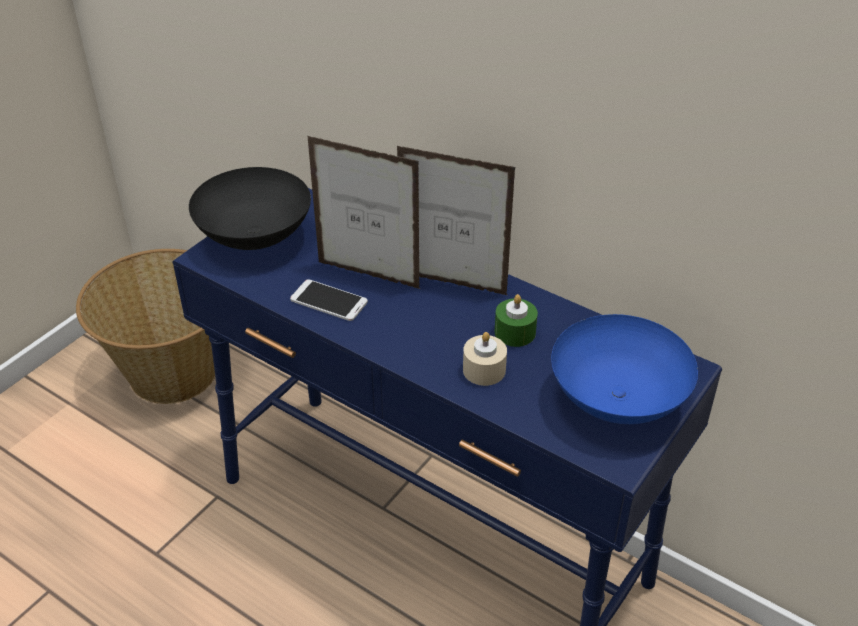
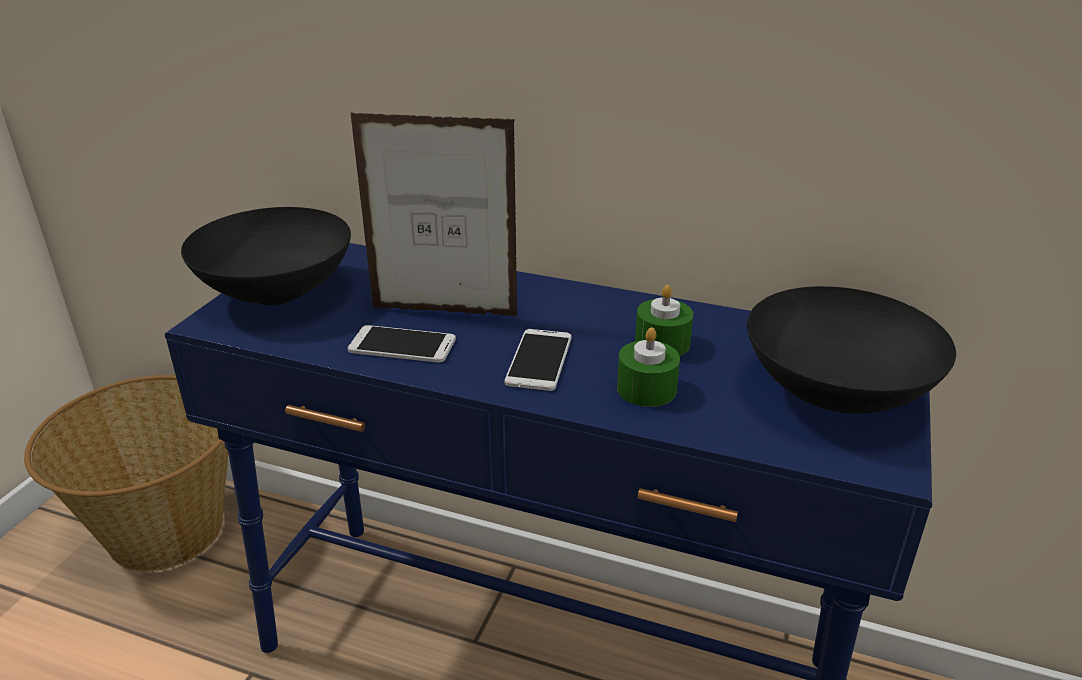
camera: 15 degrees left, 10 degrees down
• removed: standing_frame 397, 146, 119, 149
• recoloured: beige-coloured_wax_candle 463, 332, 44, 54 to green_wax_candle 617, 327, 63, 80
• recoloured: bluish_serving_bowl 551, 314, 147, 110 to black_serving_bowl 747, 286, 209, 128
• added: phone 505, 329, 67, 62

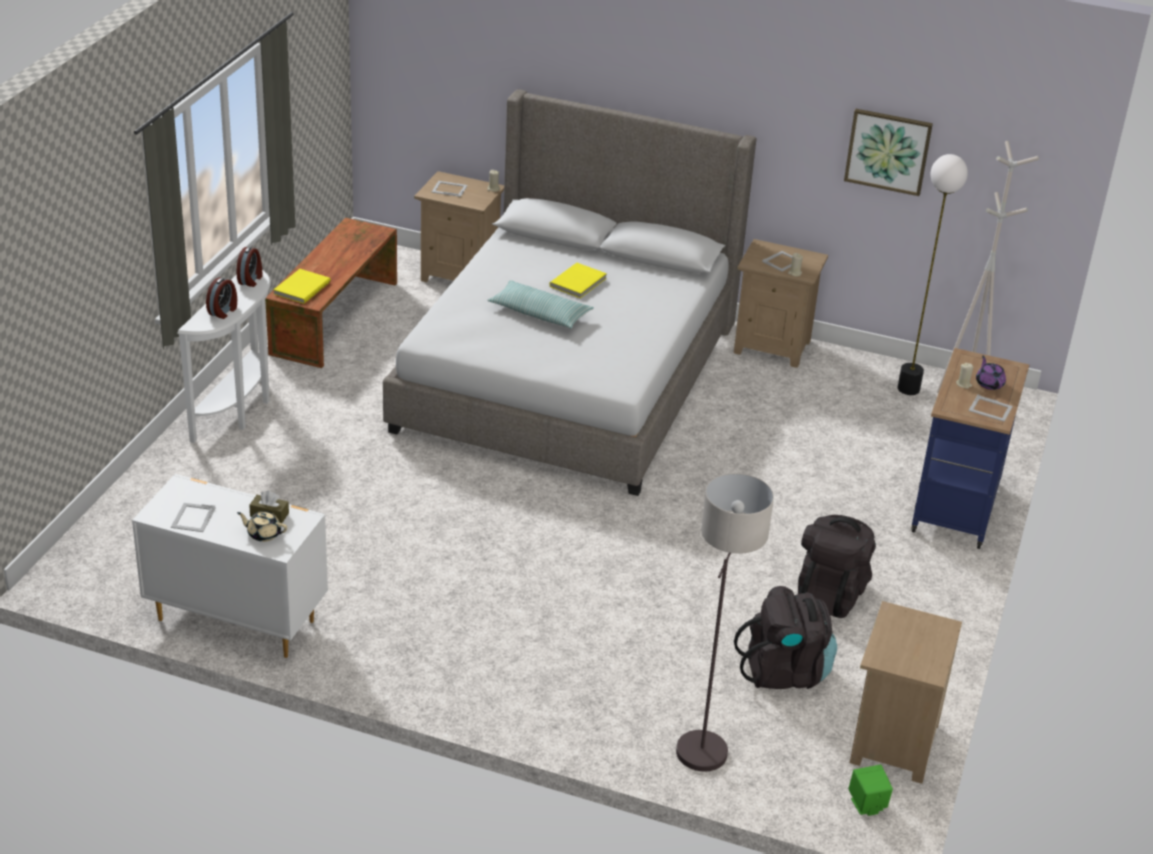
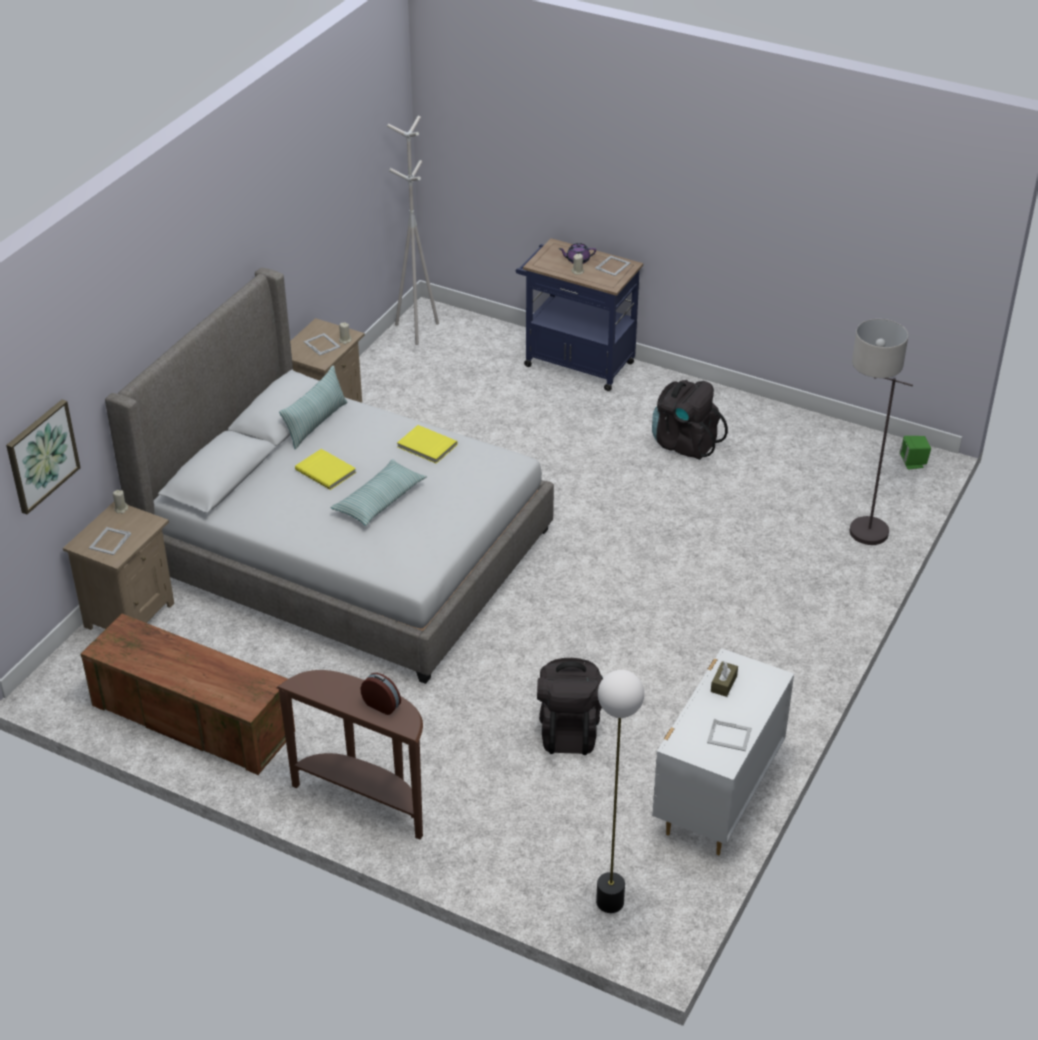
camera: 80 degrees left, 5 degrees up
• recoloured: white-coloured_narrow_table 177, 270, 94, 173 to brown-coloured_narrow_table 276, 670, 147, 170
• removed: table_clock 236, 247, 26, 40
• removed: beige-coloured_teapot 237, 511, 50, 31
• moved: yellowish_bound_book 273, 269, 58, 35 to 397, 425, 60, 39
• moved: black_rucksack 734, 586, 103, 103 to 537, 658, 66, 97
• moved: wall_art 844, 109, 89, 87 to 6, 399, 75, 115
• removed: beige-coloured_nightstand 850, 601, 112, 183
• moved: standard_lamp 897, 154, 71, 241 to 596, 670, 48, 243
• added: throw_pillow 279, 365, 69, 84

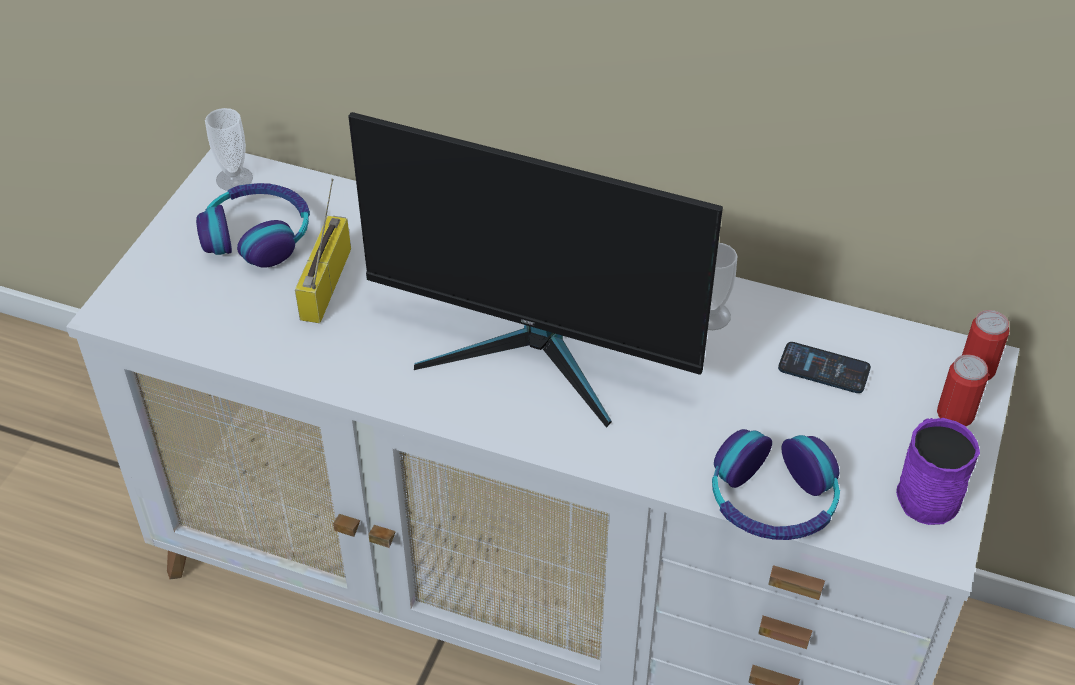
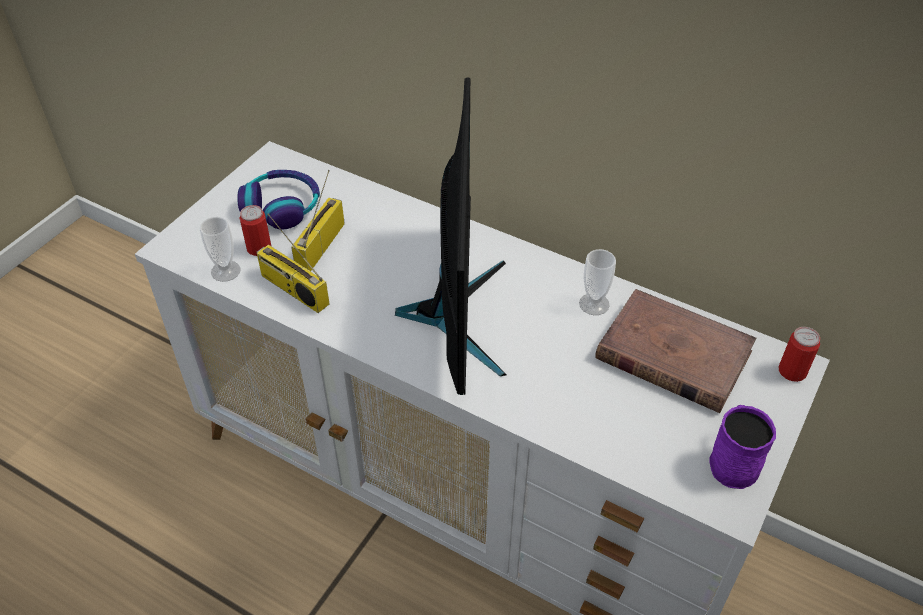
camera: 10 degrees right, 0 degrees up
• moved: drinking_cup 205, 108, 48, 83 to 200, 217, 41, 65
• turned: monitor 348, 112, 375, 316 = 395, 78, 112, 317 120 degrees counterclockwise
• removed: pair_of_headphones 712, 429, 128, 111
• replaced: phone 778, 342, 93, 51 to brown-coloured_bound_book 595, 289, 162, 124
• moved: sealed_can 937, 355, 51, 72 to 239, 205, 33, 51
• added: radio_receiver 257, 213, 73, 100

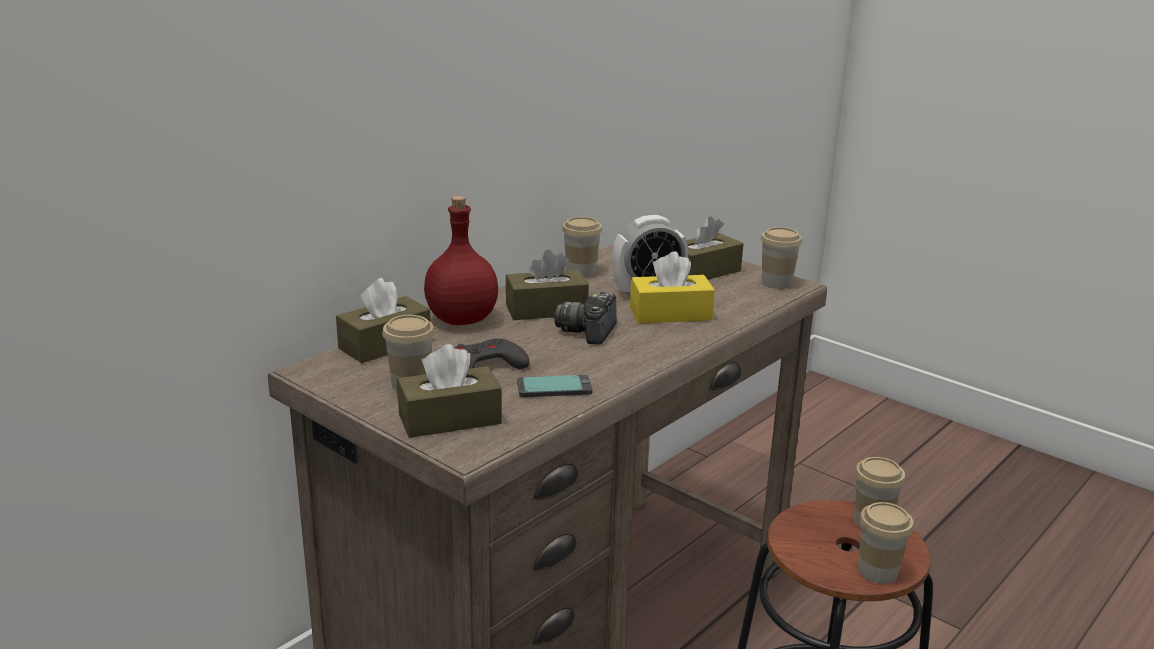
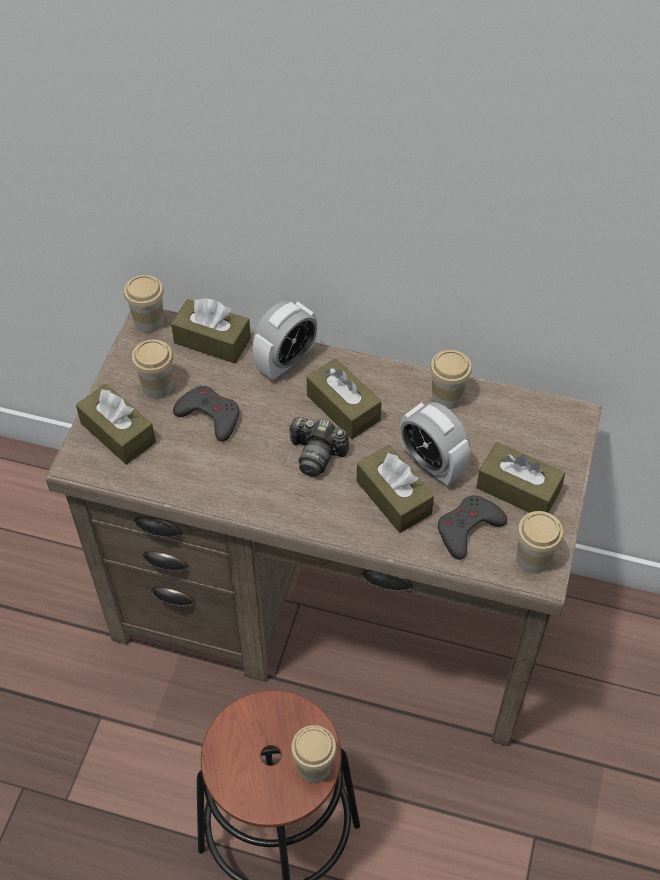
camera: 65 degrees right, 30 degrees up
• replaced: red-coloured_bottle 424, 196, 74, 129 to table_clock 253, 301, 64, 79
• removed: phone 517, 375, 75, 22
• turned: photo_camera 554, 292, 63, 52 = 289, 417, 60, 60 150 degrees counterclockwise
• recoloured: yellowish_tissue_box 630, 252, 85, 71 to brown-coloured_tissue_box 356, 445, 78, 88
• moved: drinking_cup 858, 502, 56, 82 to 124, 275, 40, 58
• added: greyish_gamepad 438, 495, 69, 65

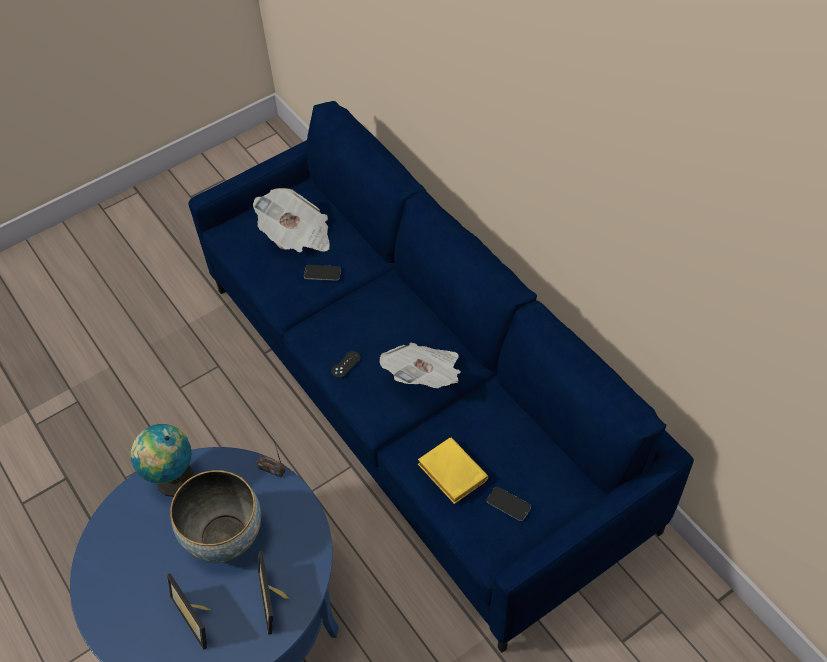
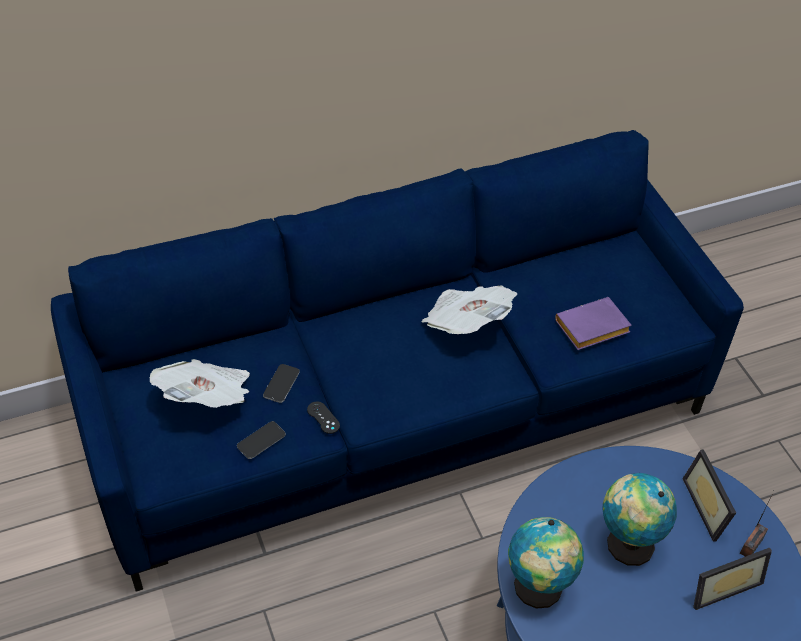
camera: 80 degrees left, 5 degrees down
• replaced: serving_bowl 170, 470, 91, 92 to desk_globe 603, 473, 74, 93
• moved: radio_receiver 257, 441, 28, 37 to 740, 489, 35, 68
• turned: standing_frame 258, 551, 31, 84 = 682, 449, 54, 93 75 degrees clockwise
• moved: black_gamepad 331, 351, 29, 27 to 307, 402, 33, 32
• recoloured: yellowish_bound_book 418, 438, 70, 66 to purple_bound_book 555, 297, 77, 53
• moved: phone 487, 487, 44, 34 to 237, 421, 49, 38

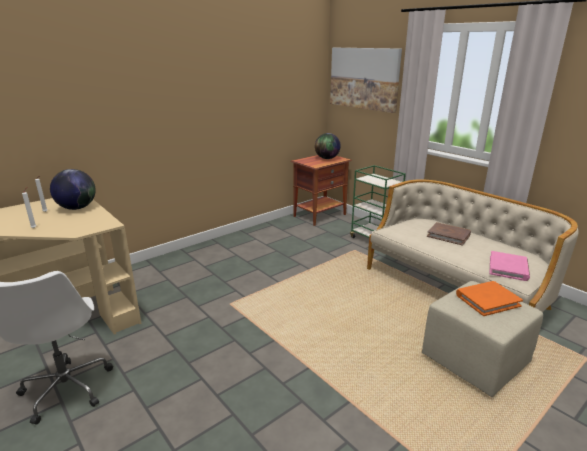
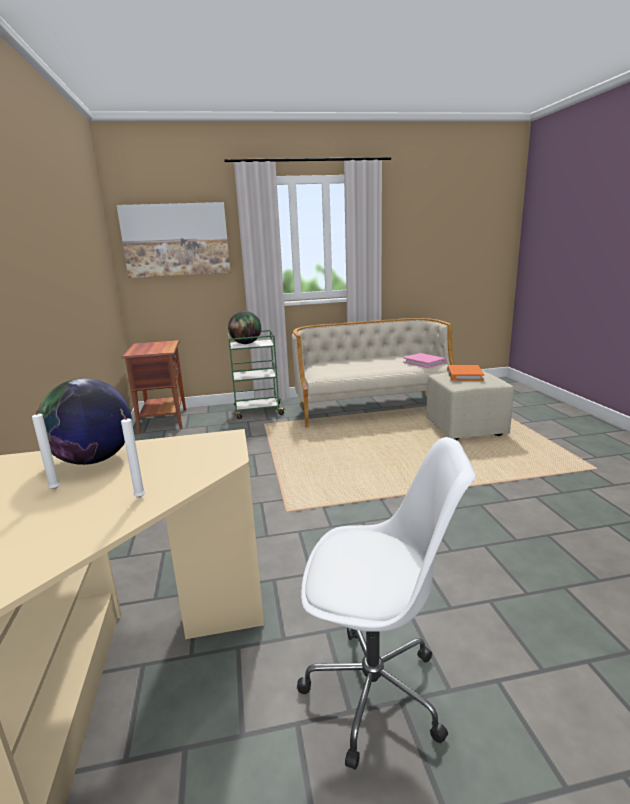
camera: 60 degrees left, 5 degrees down
• moved: desk_globe 315, 133, 26, 26 to 228, 311, 33, 33
• removed: brown-coloured_bound_book 427, 222, 44, 24

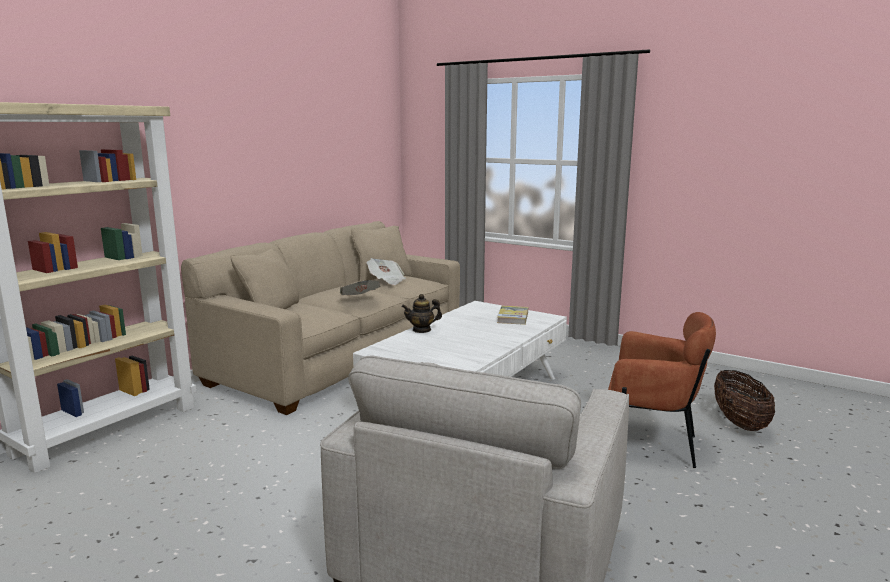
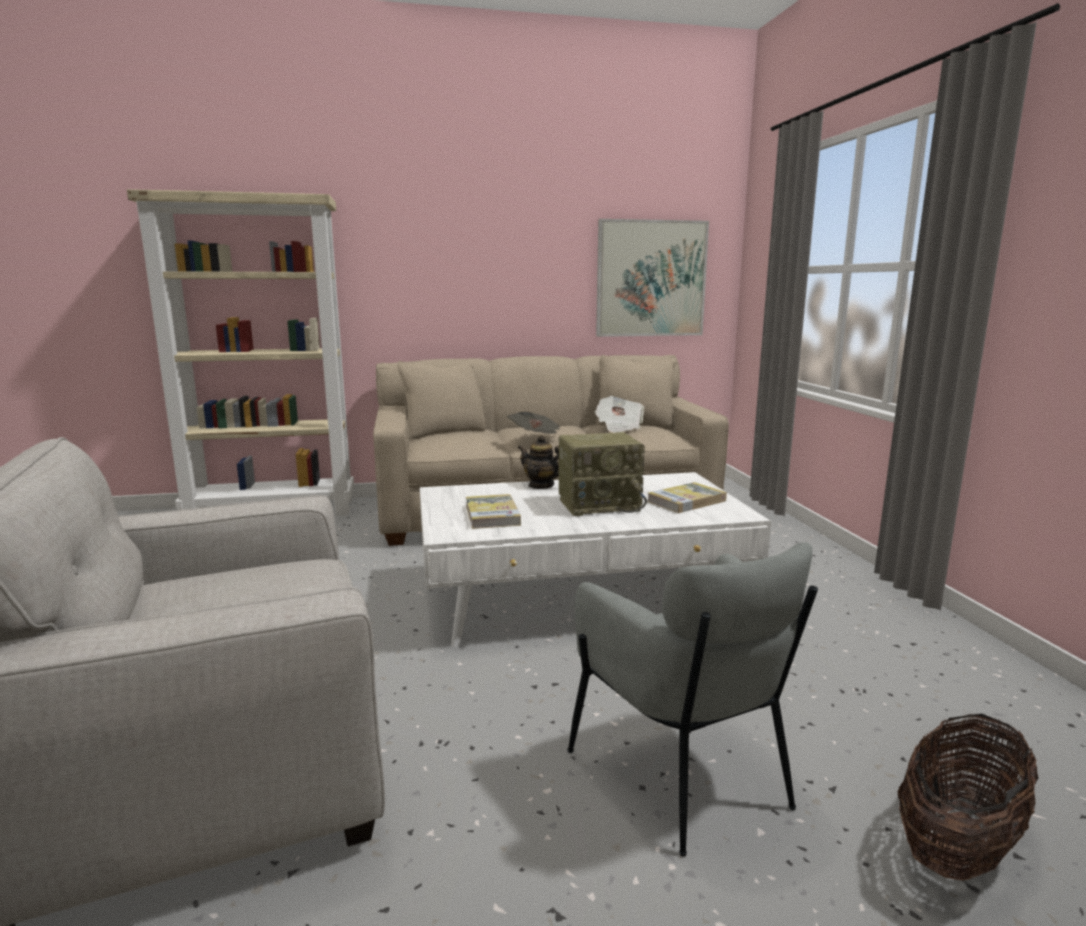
camera: 45 degrees right, 0 degrees up
• recoloured: brown-coloured_lounge_chair 608, 312, 108, 156 to greyish_lounge_chair 567, 542, 251, 315
• added: bound_book 466, 494, 55, 35
• added: radio_receiver 559, 432, 88, 84
• added: wall_art 596, 219, 113, 118

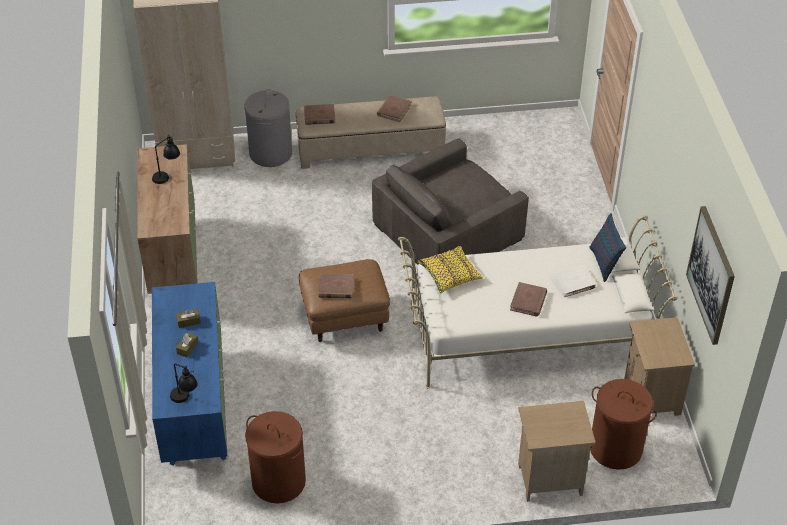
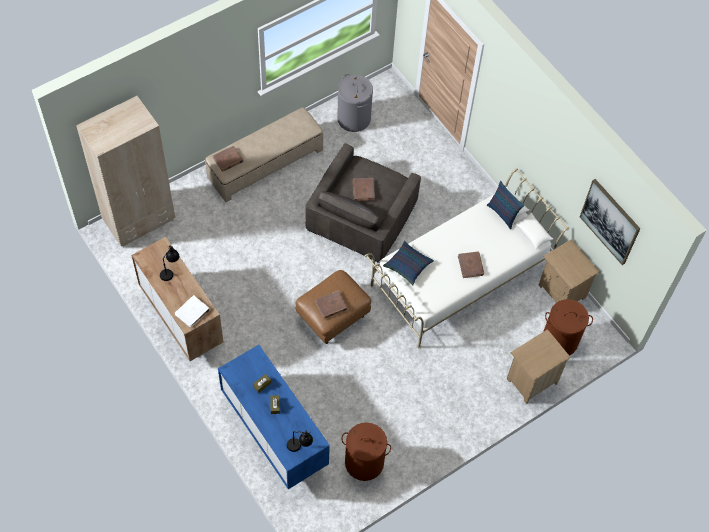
camera: 30 degrees left, 15 degrees up
• moved: greyish_washing_basket 244, 89, 48, 78 to 337, 74, 36, 58
• moved: brown-coloured_bound_book 377, 95, 35, 27 to 353, 178, 22, 23
• recoloured: yellowish_throw_pillow 417, 246, 66, 47 to bluish_throw_pillow 383, 241, 51, 45
• moved: white-coloured_bound_book 551, 265, 45, 32 to 175, 295, 35, 32

